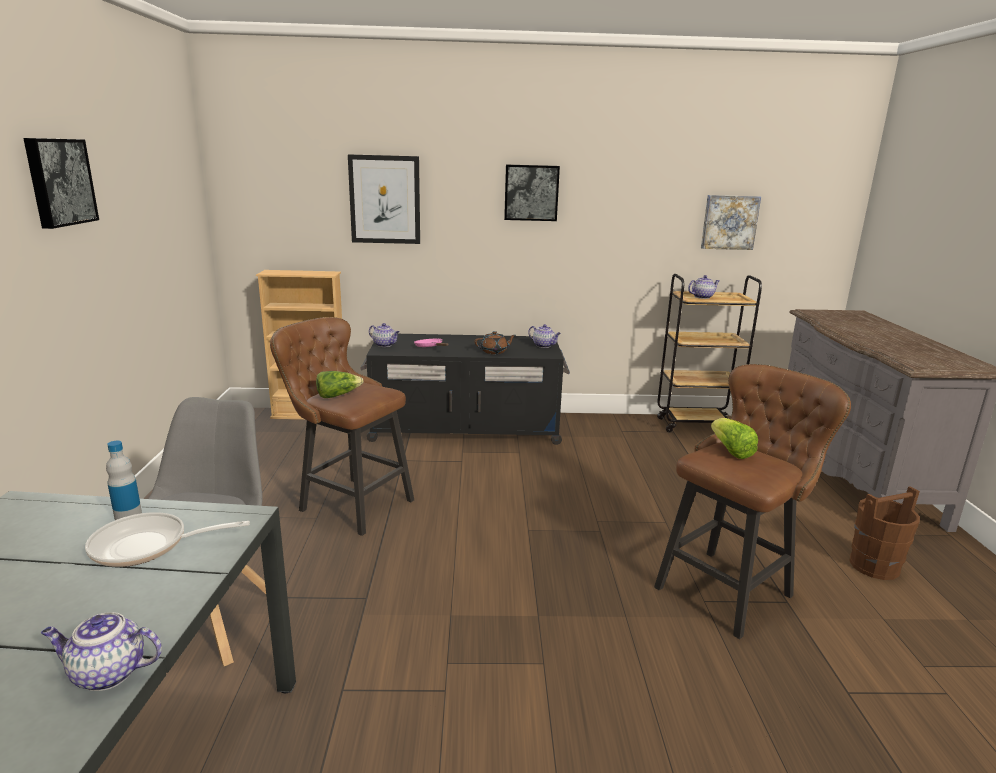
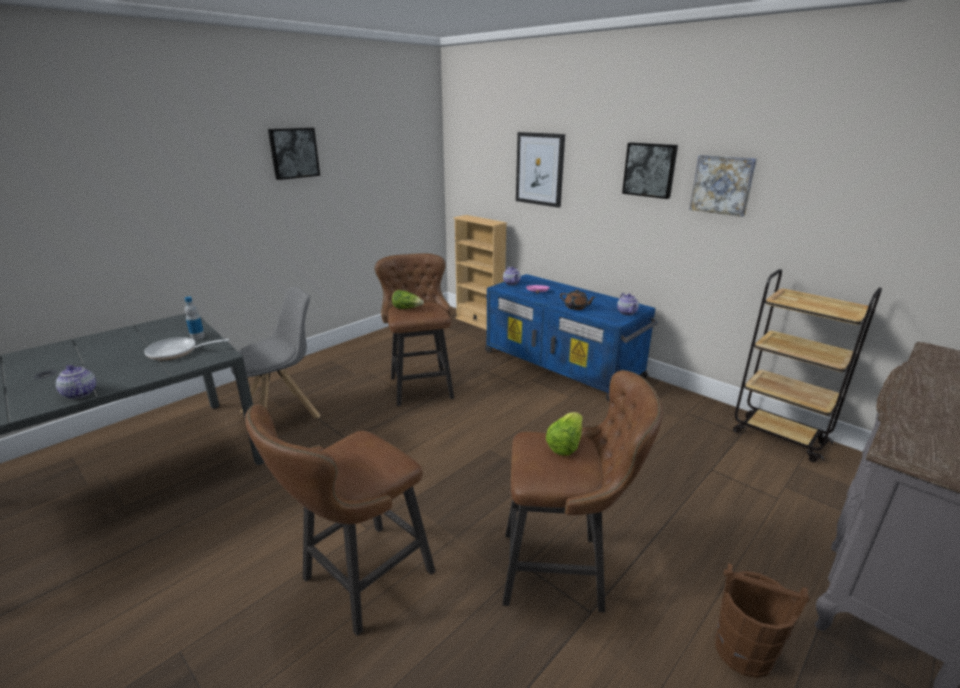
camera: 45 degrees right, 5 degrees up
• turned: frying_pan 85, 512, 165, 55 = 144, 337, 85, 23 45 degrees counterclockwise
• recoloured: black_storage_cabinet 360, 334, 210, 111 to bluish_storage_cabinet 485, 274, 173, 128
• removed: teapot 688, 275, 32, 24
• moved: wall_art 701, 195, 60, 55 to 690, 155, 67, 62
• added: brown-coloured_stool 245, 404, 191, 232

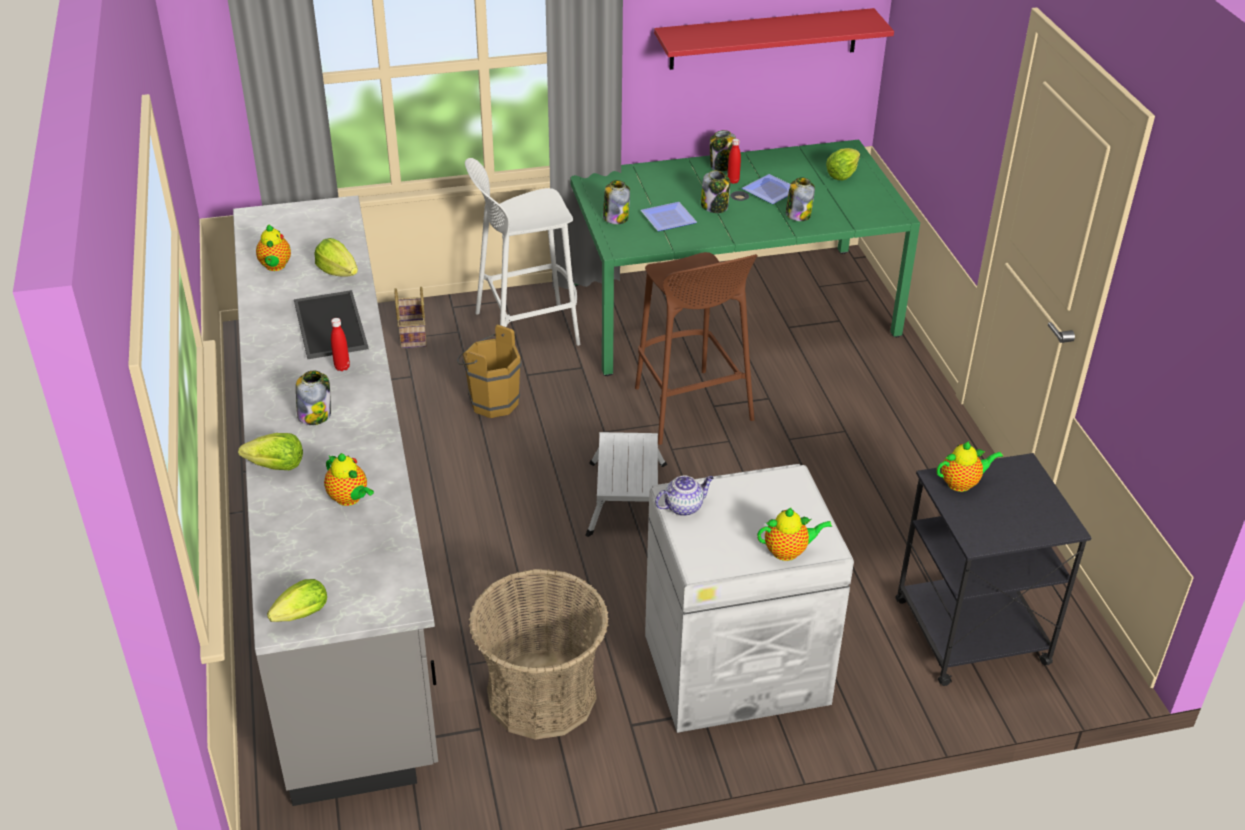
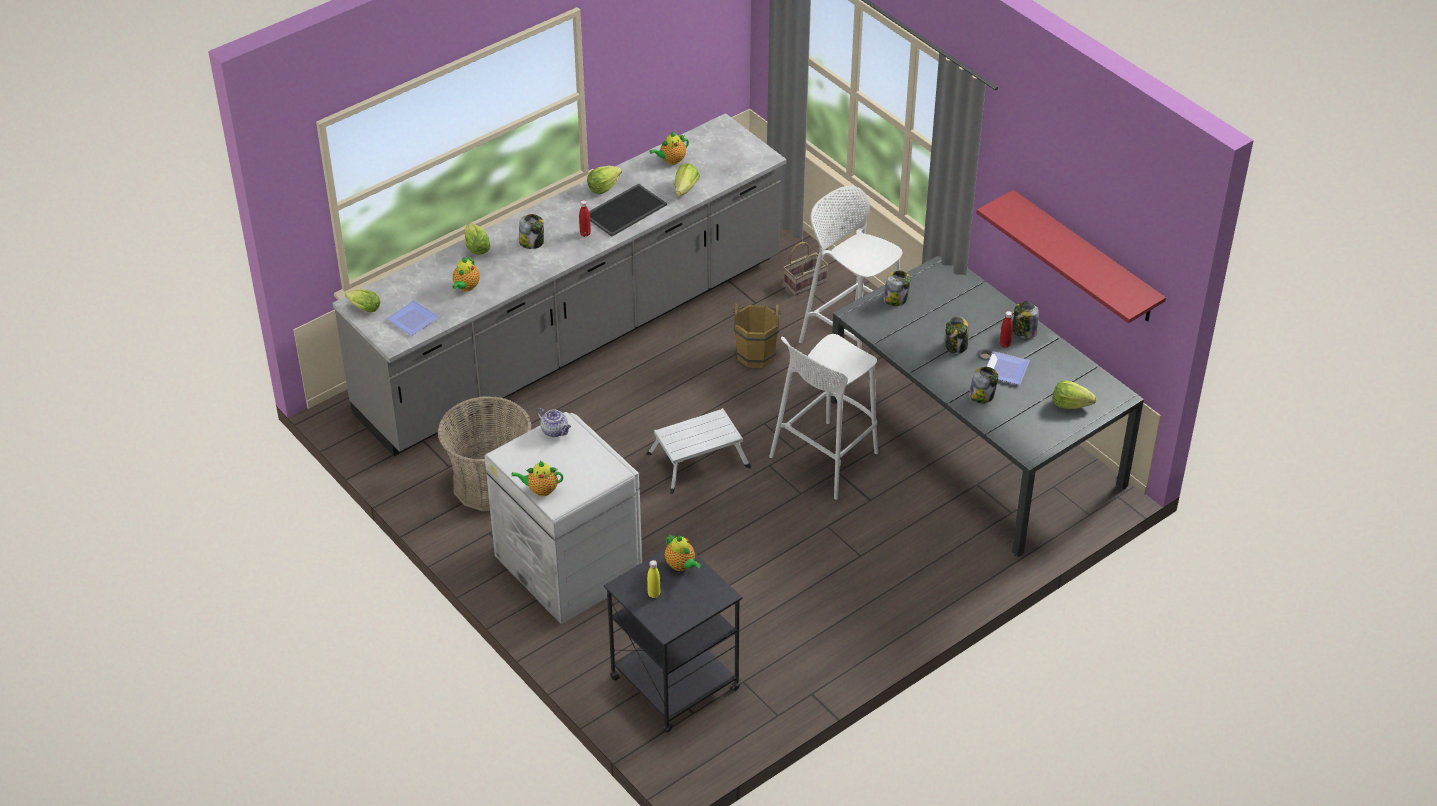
camera: 65 degrees right, 5 degrees up
• recoloured: green_dinner_table 571, 139, 349, 237 to greyish_dinner_table 831, 256, 313, 301
• recoloured: brown-coloured_stool 635, 252, 123, 193 to white-coloured_stool 769, 334, 109, 166
• moved: dinner_plate 641, 202, 56, 29 to 386, 300, 53, 36
• turned: teapot 757, 508, 75, 53 = 511, 461, 52, 35 120 degrees clockwise
• added: lettuce_head 587, 166, 35, 28
• added: yellowish_bottle 647, 560, 13, 38

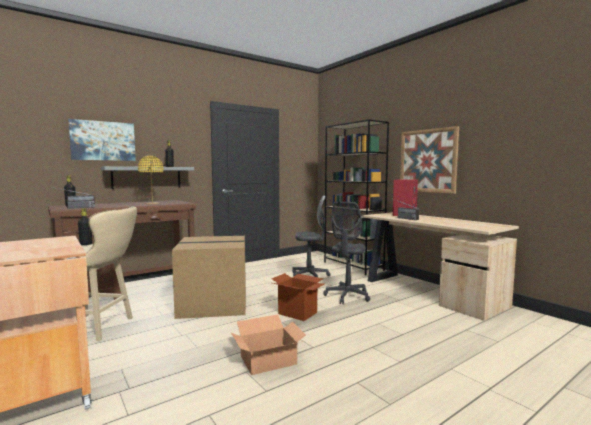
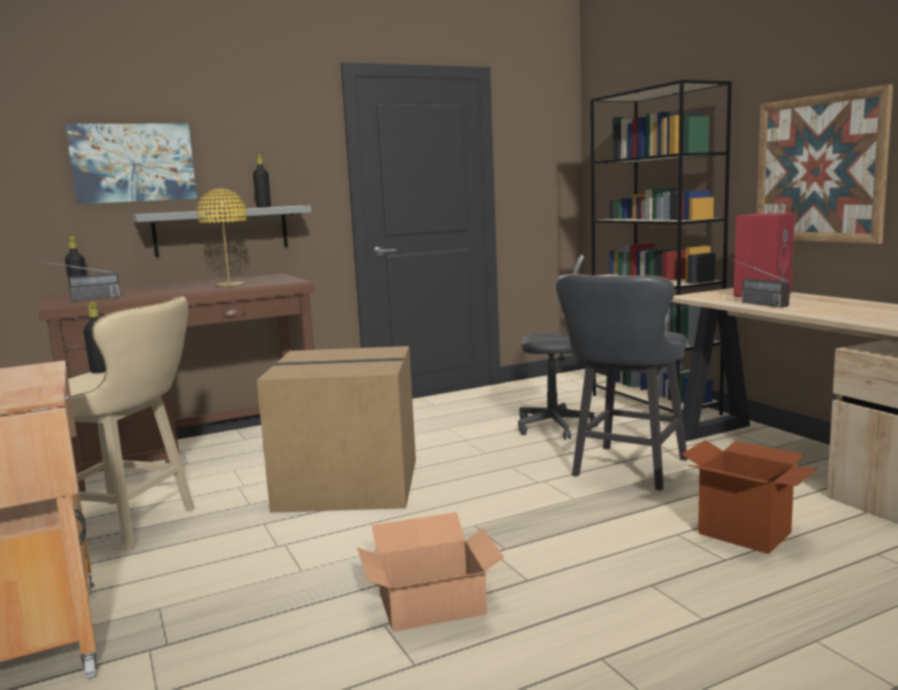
camera: 10 degrees right, 5 degrees up
• moved: carton 272, 273, 52, 48 to 682, 440, 135, 114
• replaced: greyish_desk_chair 323, 201, 47, 103 to greyish_stool 556, 274, 132, 217

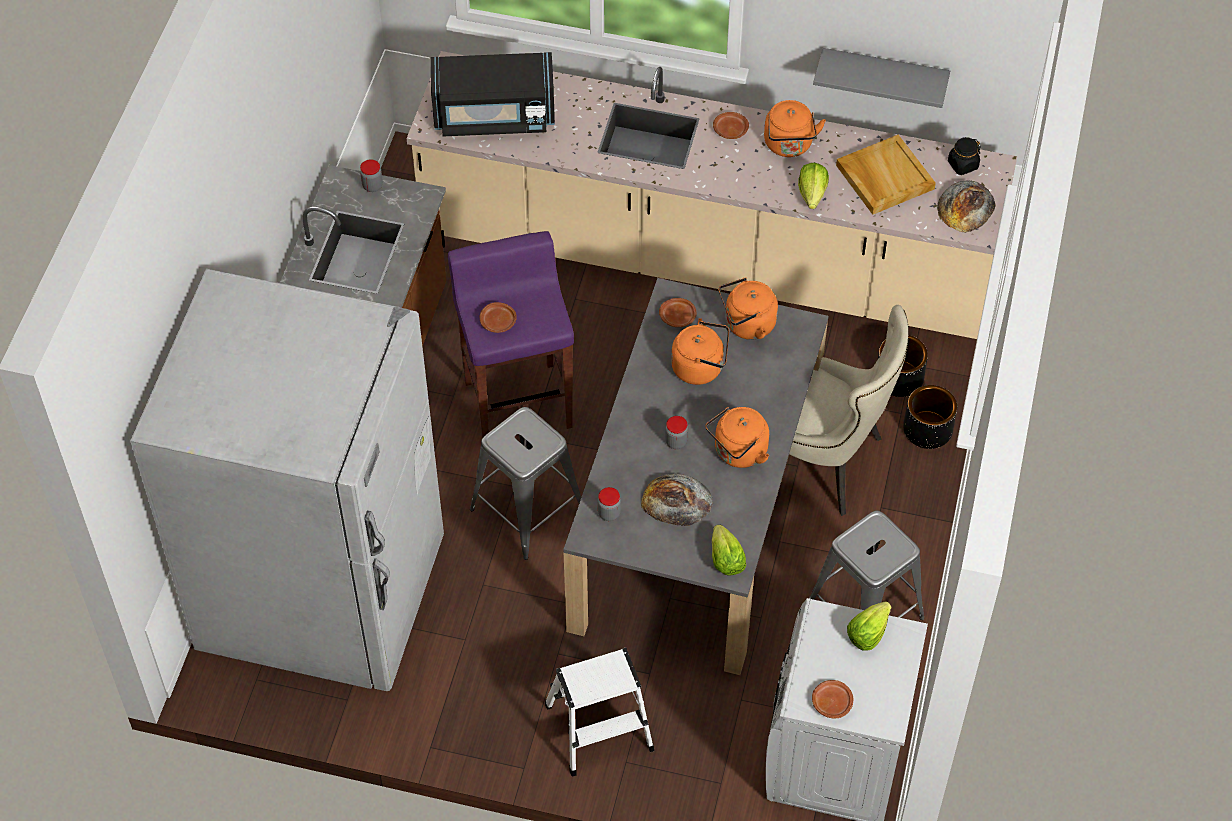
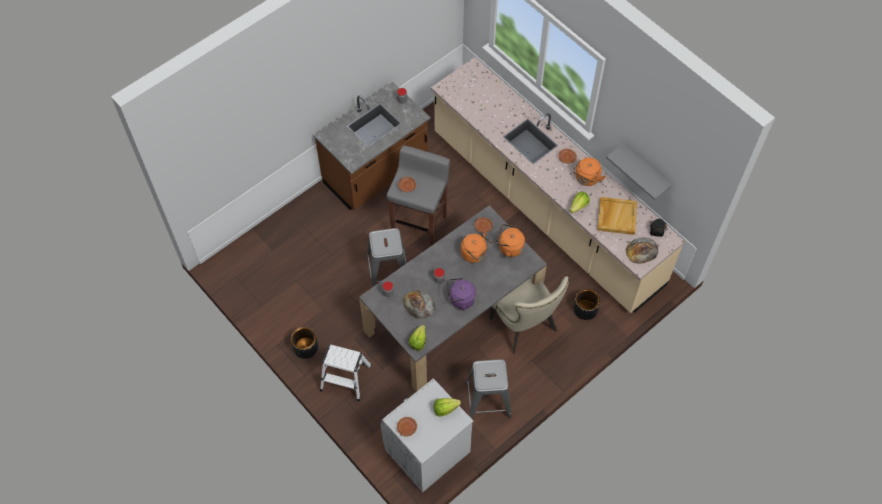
camera: 35 degrees right, 5 degrees up
• removed: white-coloured_kitchen_fridge 130, 269, 314, 422
• removed: black_microwave 431, 52, 124, 84
• recoloured: purple_stool 448, 231, 126, 207 to greyish_stool 387, 145, 63, 102
• recoloured: orange-coloured_water_kettle 705, 407, 64, 61 to purple_water_kettle 447, 278, 29, 32
• moved: black_planter 903, 385, 54, 64 to 291, 327, 27, 32

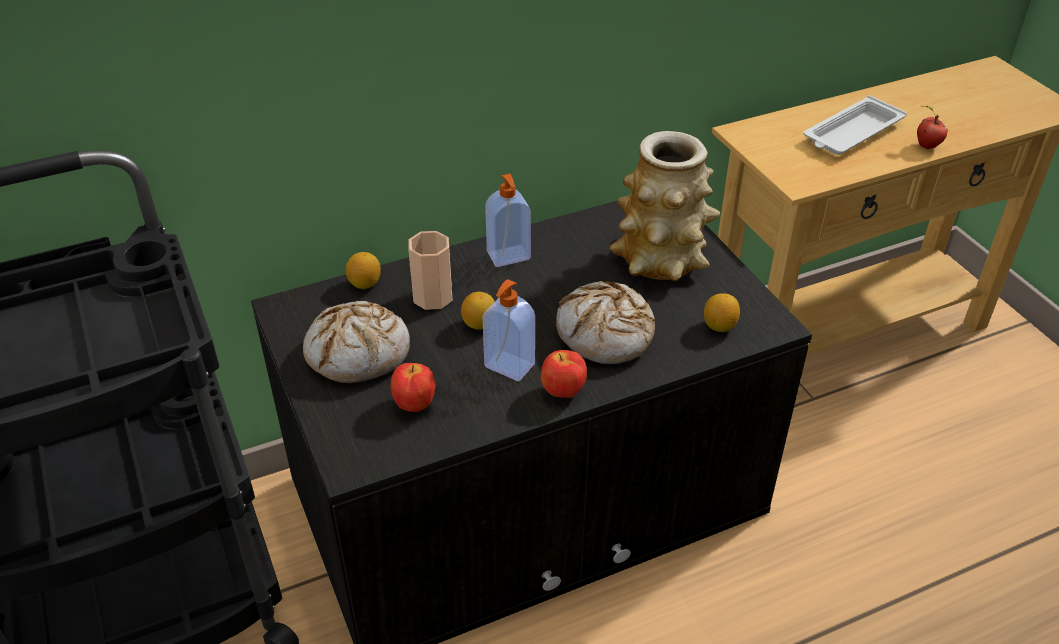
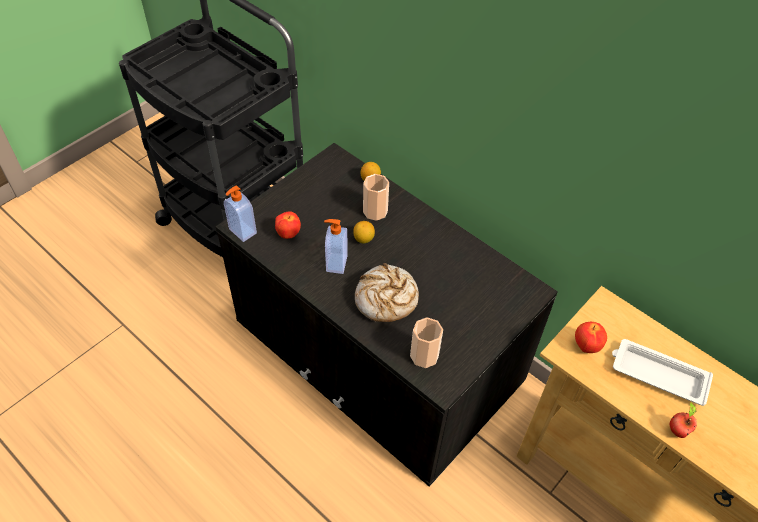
camera: 65 degrees right, 10 degrees up
• removed: baked_bread 303, 301, 107, 82
• moved: liquid_soap_bottle 485, 174, 46, 93 to 224, 185, 33, 57
• moved: apple_fruit 541, 350, 46, 48 to 575, 322, 32, 31
• removed: decorative_vase 610, 131, 110, 150
• replaced: lemon 704, 293, 36, 39 to drinking_cup 410, 317, 33, 51

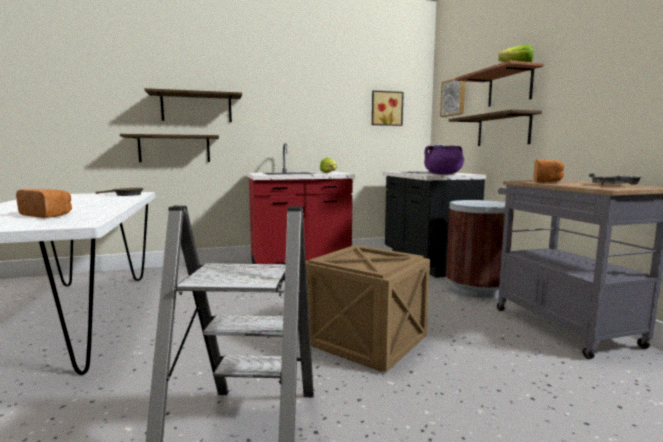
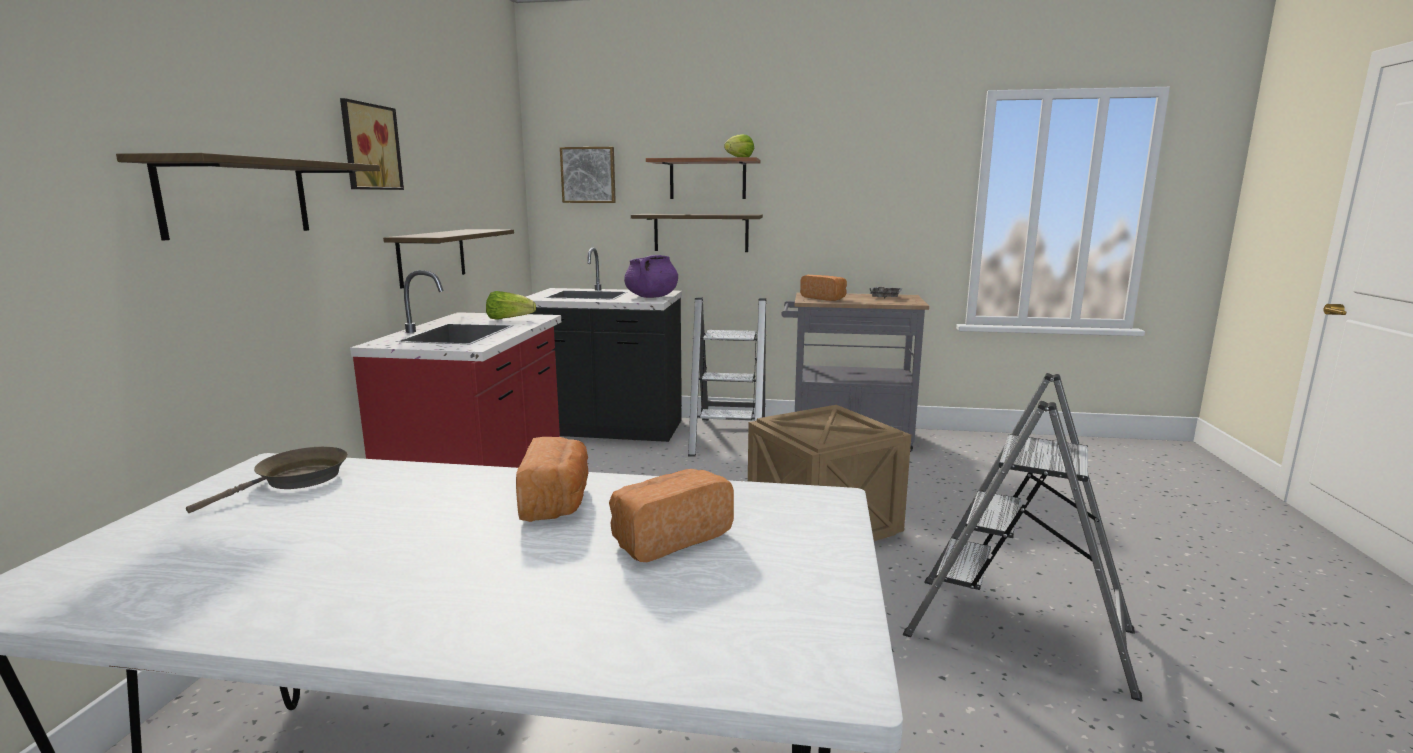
camera: 65 degrees left, 5 degrees up
• moved: wall_shelf 120, 134, 99, 28 to 383, 229, 131, 60
• moved: wall_art 372, 90, 32, 36 to 340, 98, 64, 92
• replaced: brown-coloured_trash_can 446, 200, 68, 98 to greyish_stepladder 688, 297, 79, 160
• added: baked_bread 516, 437, 72, 85

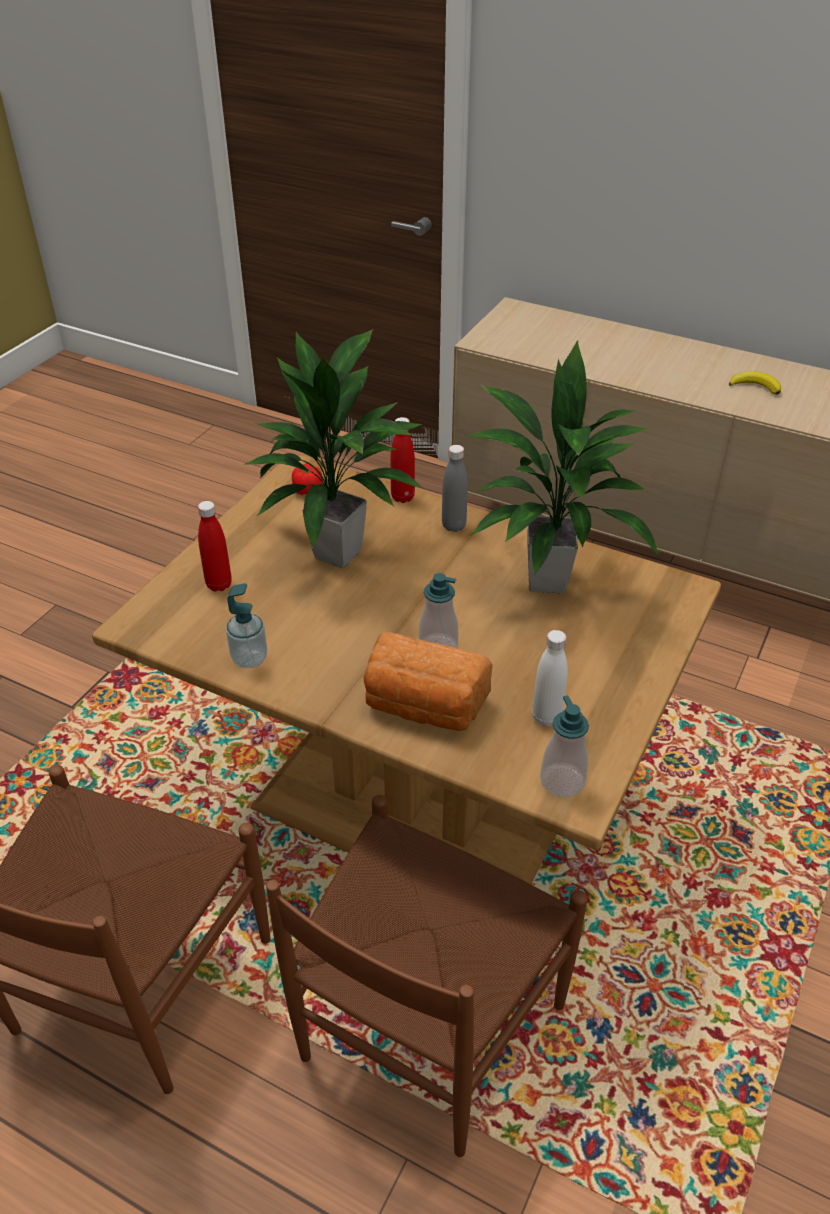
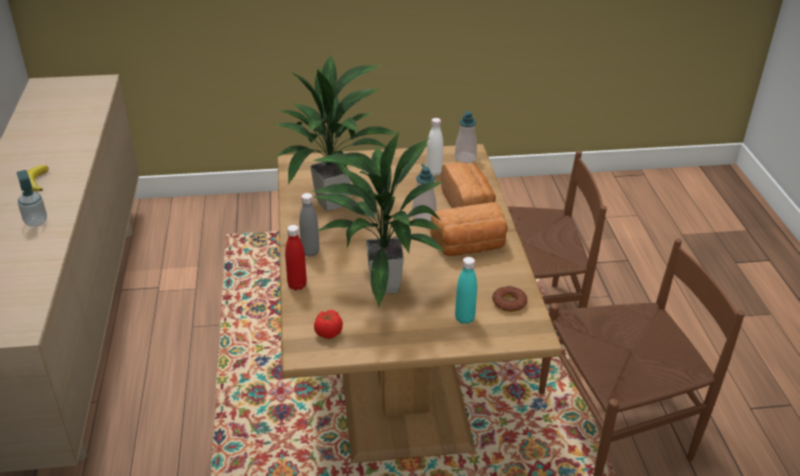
camera: 125 degrees left, 5 degrees down
• recoloured: red-coloured_bottle 198, 501, 34, 91 to turquoise-coloured_bottle 455, 257, 22, 67
• moved: liquid_soap_bottle 226, 583, 41, 85 to 16, 170, 31, 57
• added: baked_bread 430, 202, 78, 54
• added: ring_doughnut 492, 286, 35, 26

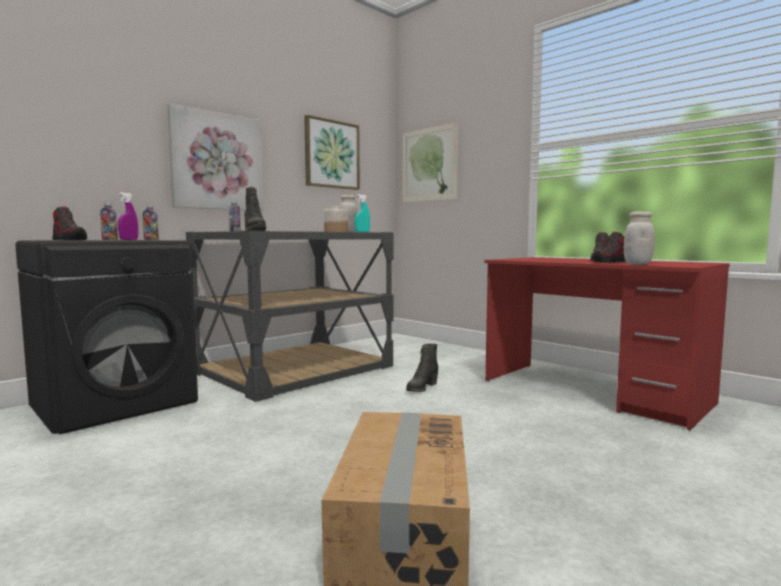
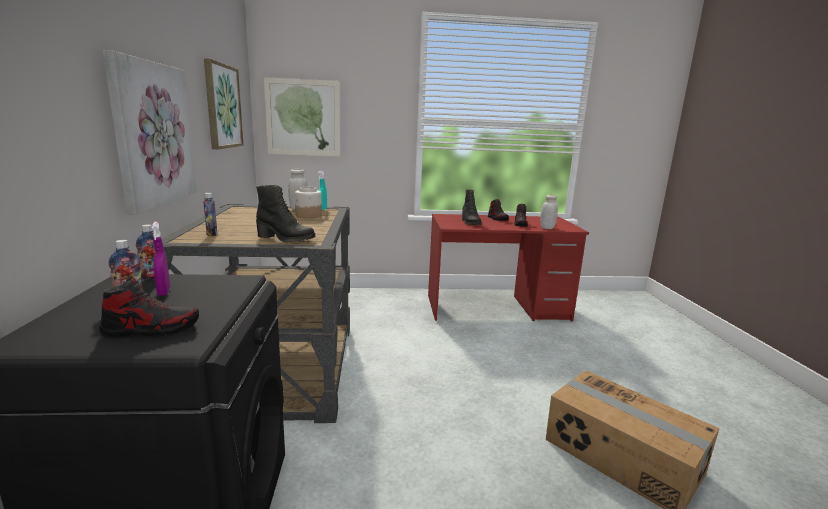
camera: 50 degrees left, 10 degrees up
• moved: black_tall_boot 406, 344, 32, 48 to 462, 190, 19, 35

